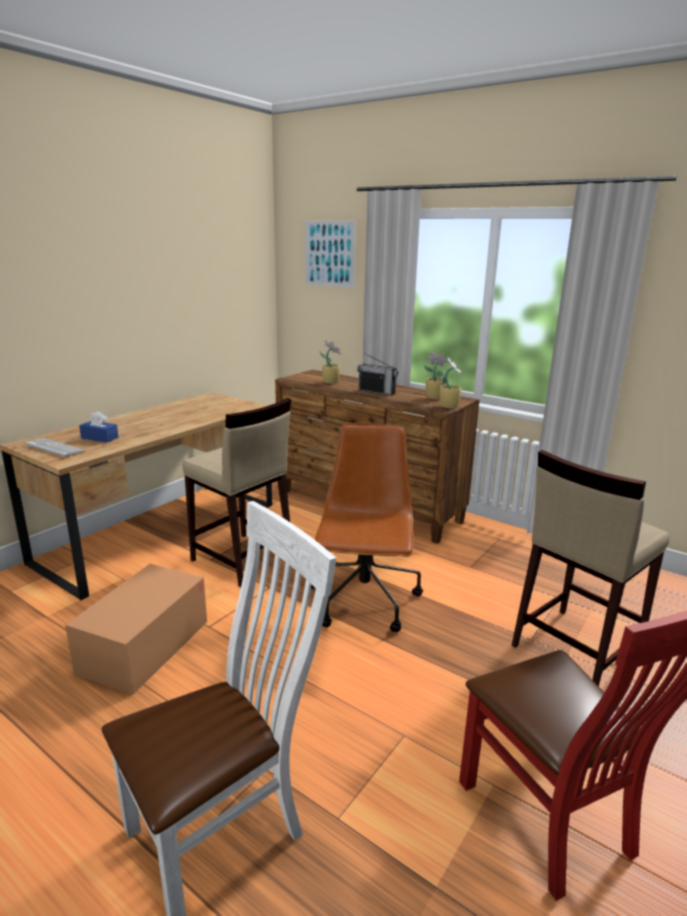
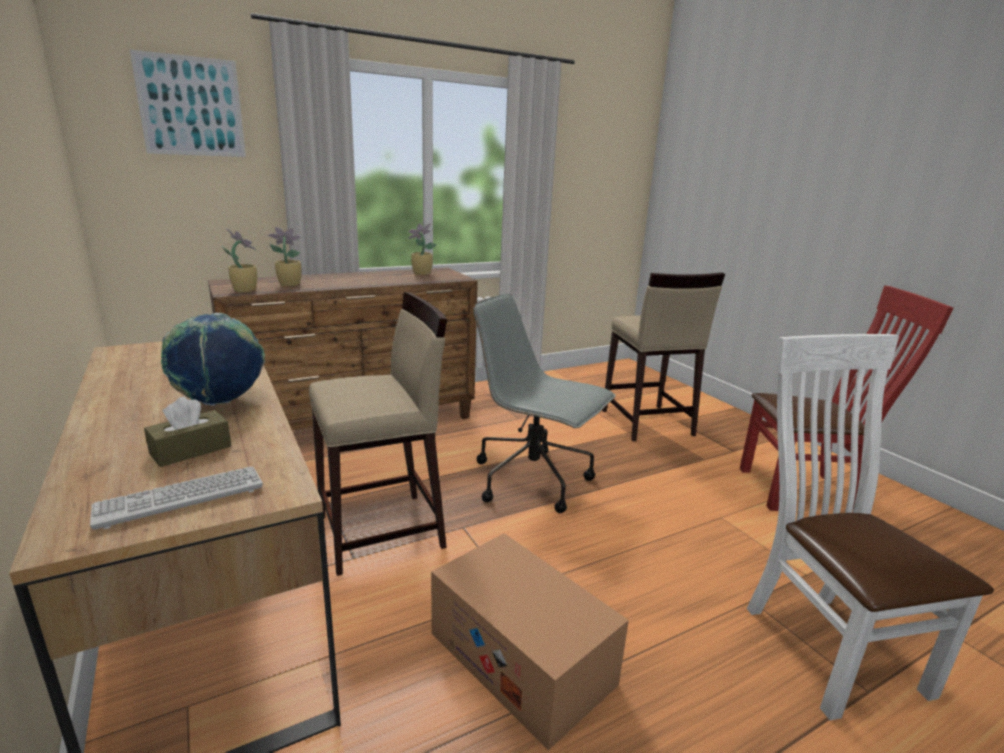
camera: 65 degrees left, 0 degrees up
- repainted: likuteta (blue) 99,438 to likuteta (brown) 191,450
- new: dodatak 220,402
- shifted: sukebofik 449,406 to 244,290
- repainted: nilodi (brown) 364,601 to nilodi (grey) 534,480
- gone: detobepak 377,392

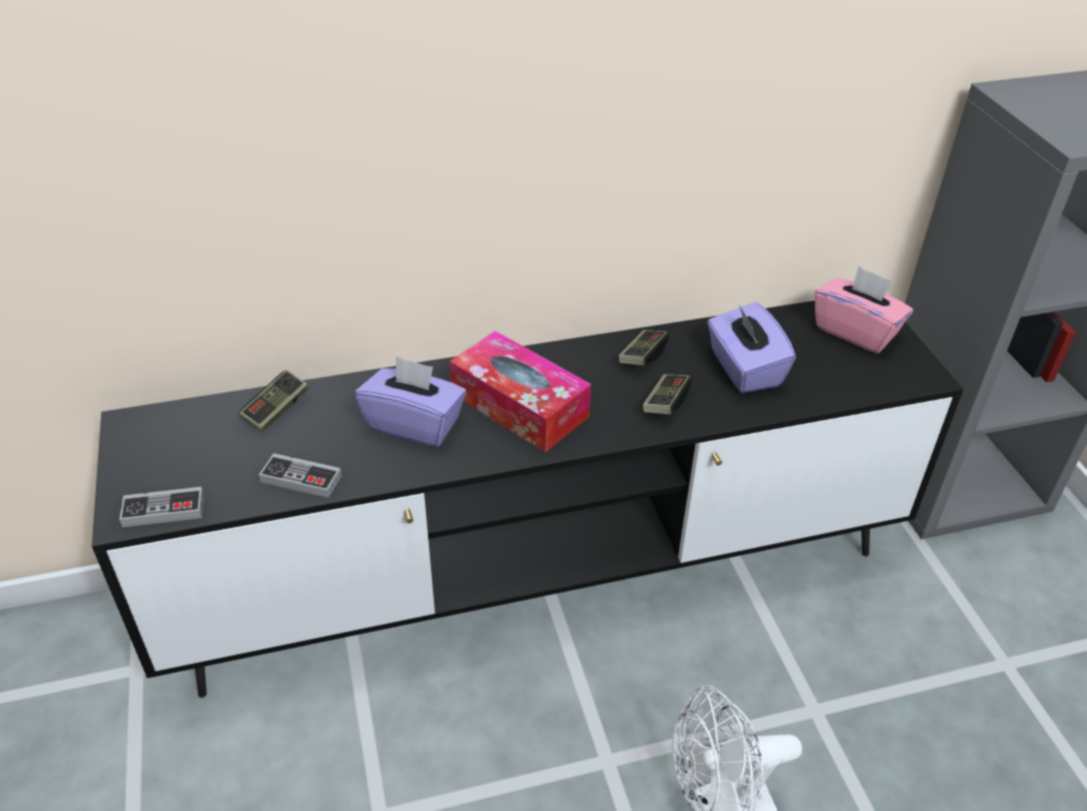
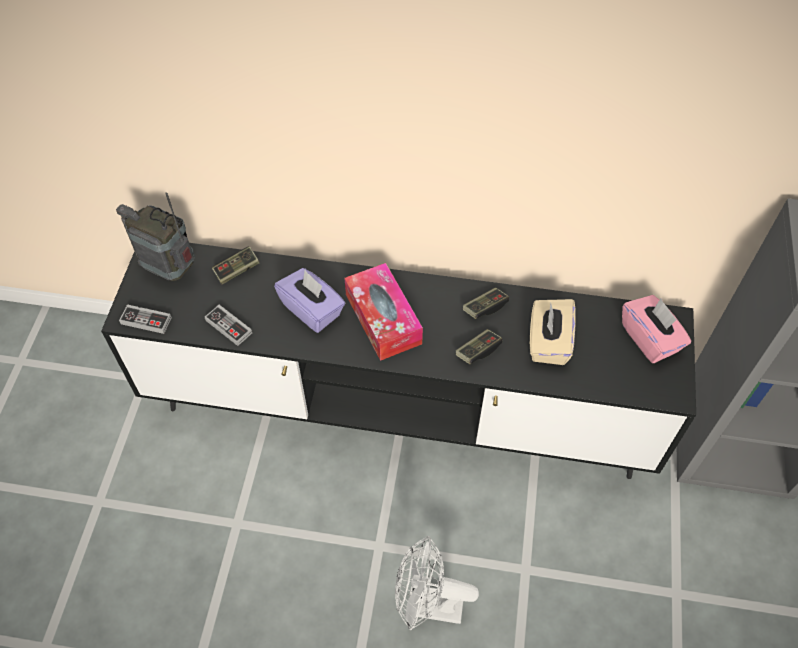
camera: 25 degrees right, 15 degrees up
- new: detobepak 171,270
- repainted: likuteta (purple) 744,369 to likuteta (beige) 548,342

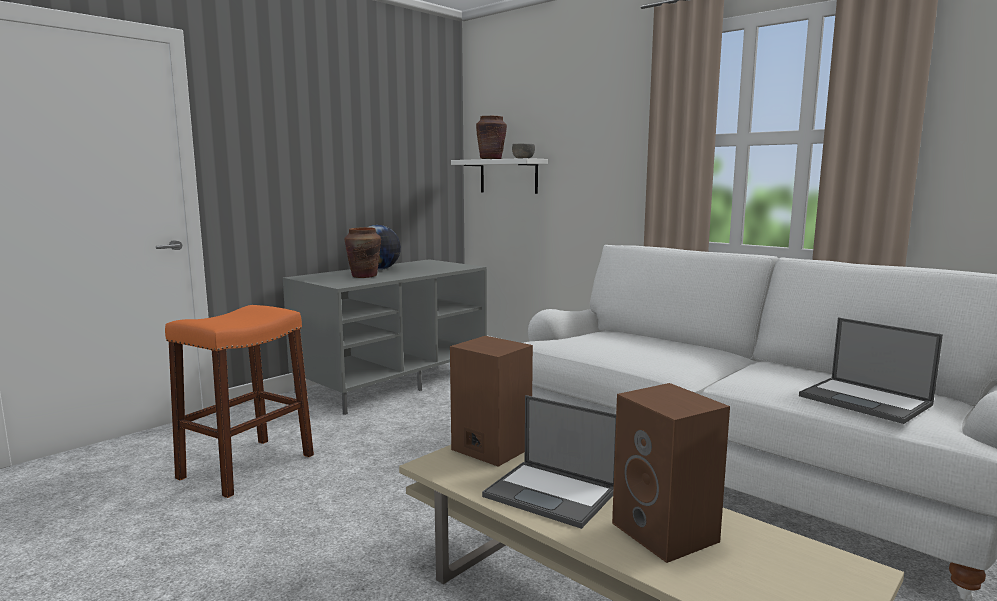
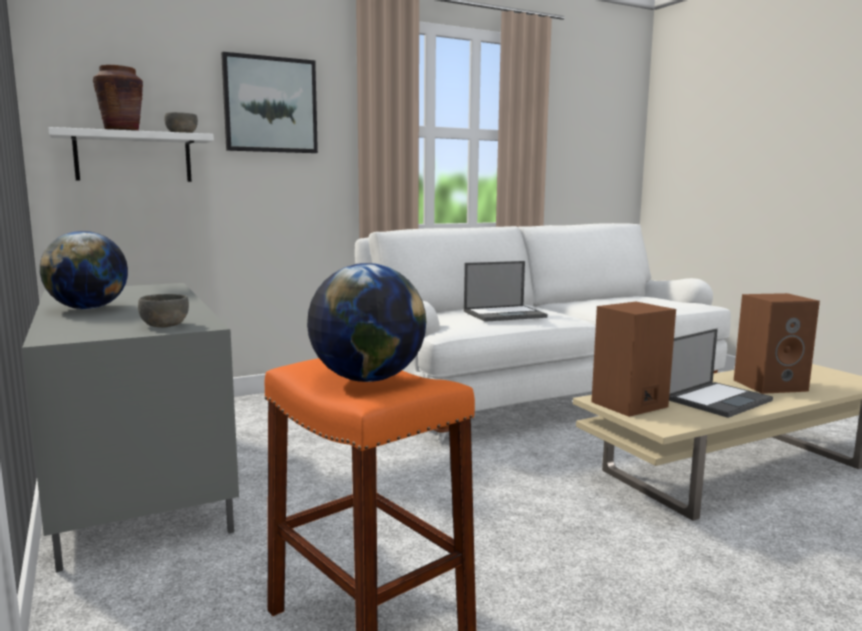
camera: 70 degrees left, 0 degrees up
- new: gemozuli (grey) 164,325
- new: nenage 270,105
- new: dodatak 367,379
- shifted: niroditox 866,401 to 505,314
- gone: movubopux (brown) 364,276

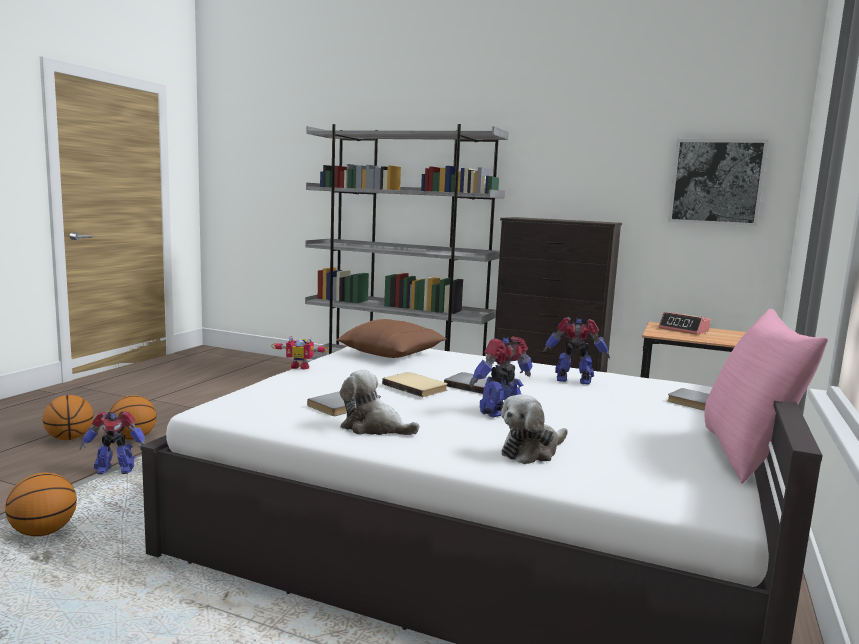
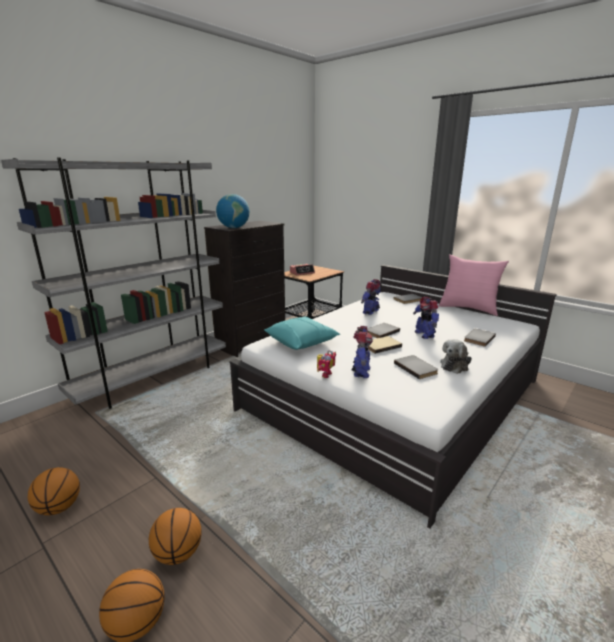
camera: 70 degrees left, 10 degrees up
- shifted: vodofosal 43,532 to 59,508
- new: dodatak 234,228
- repainted: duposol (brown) 392,354 to duposol (turquoise) 301,342
- shifted: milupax 115,470 to 361,372
- swapped: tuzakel 532,451 to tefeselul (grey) 478,338
- gone: nenage 716,182

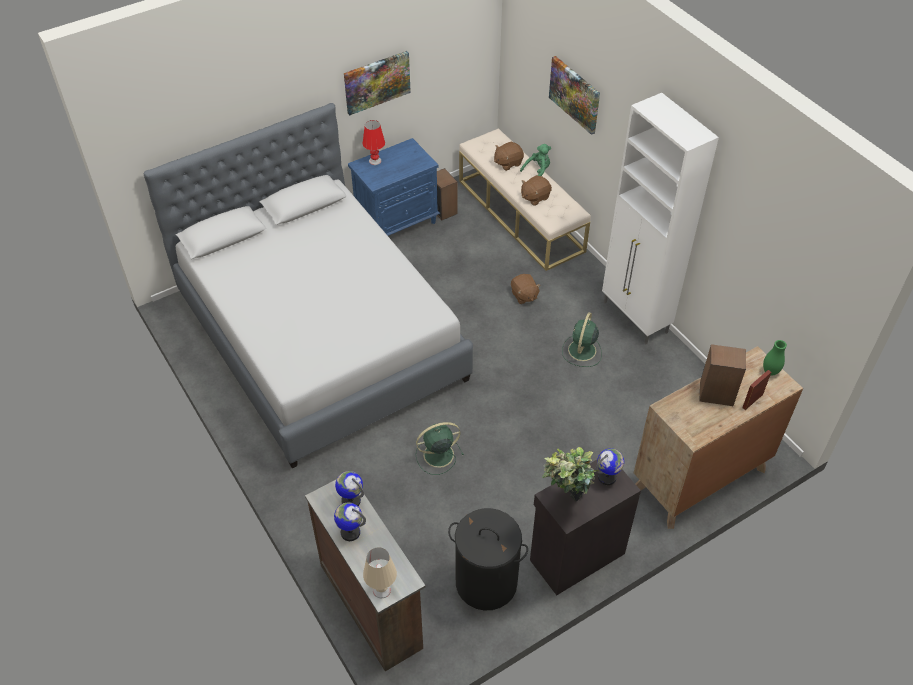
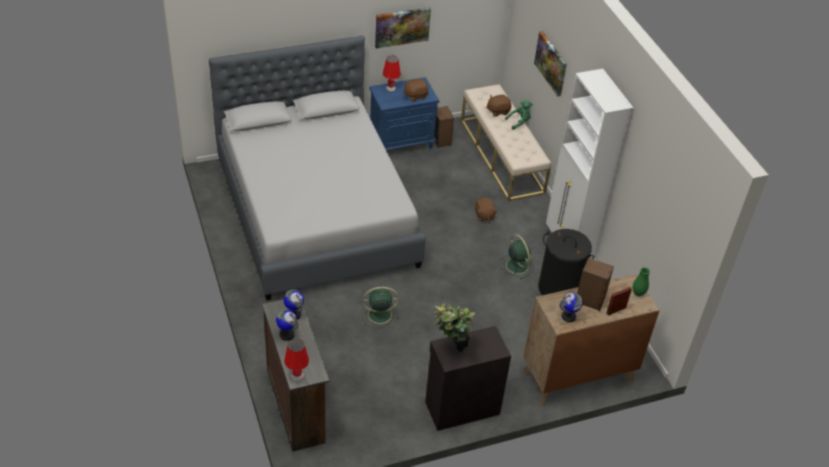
camera: 10 degrees right, 5 degrees down
- repainted: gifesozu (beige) 381,590 to gifesozu (red) 297,376
- shifted: tuzakel (brown) 535,197 to 415,96
- rotated: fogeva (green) 581,351 = 516,265 120 degrees clockwise
- shifted: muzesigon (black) 486,582 to 559,288
- shifted: dodatak 607,477 to 568,316

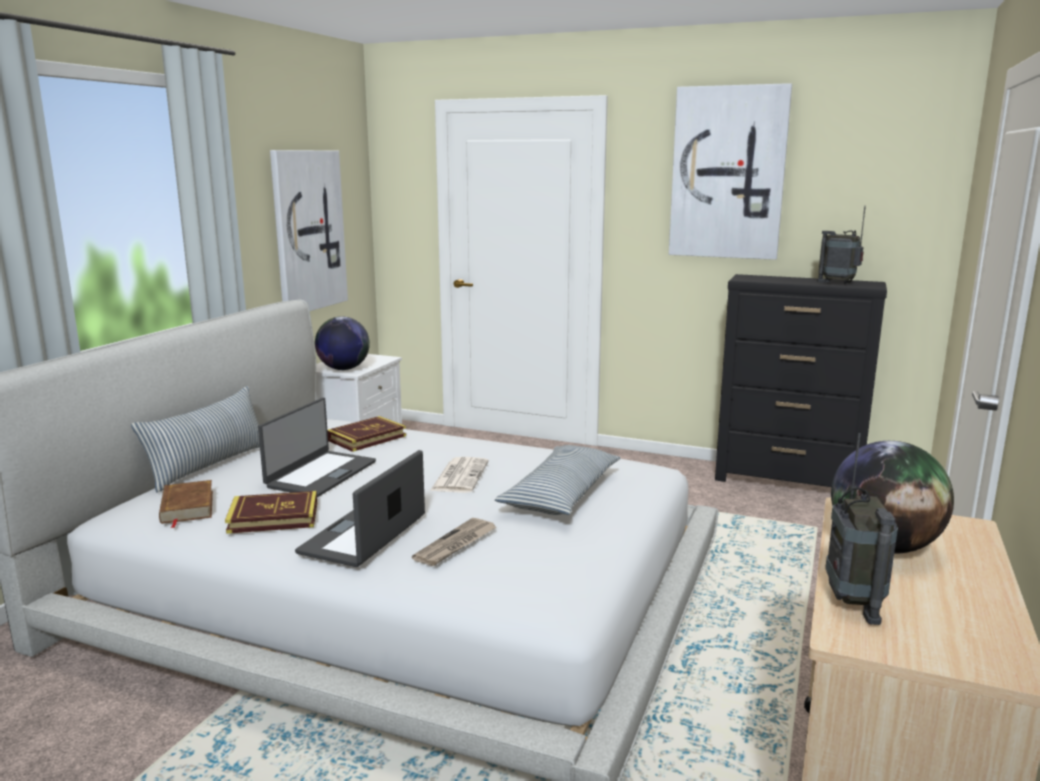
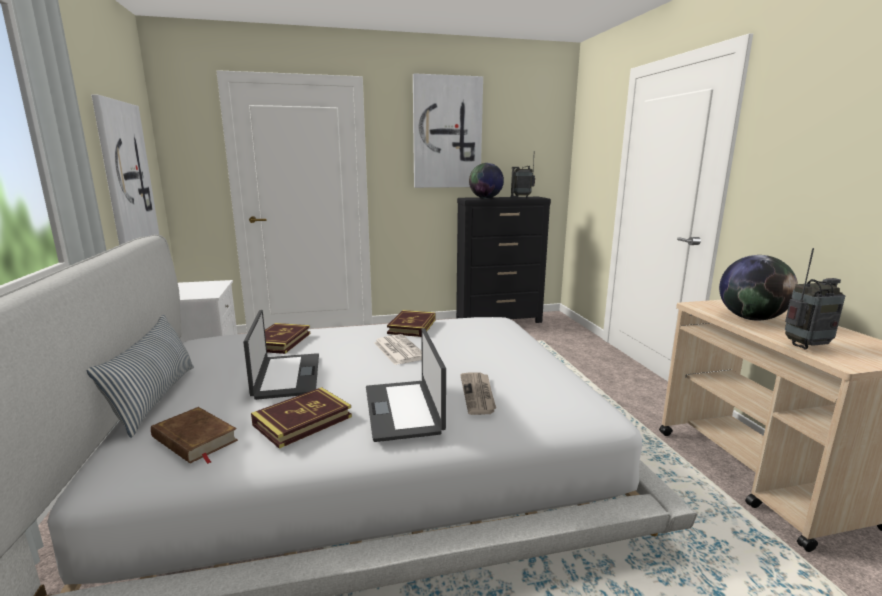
camera: 35 degrees left, 0 degrees up
- new: tefeselul 412,326
- shifted: dodatak 343,369 to 485,198
- rotated: detobepak 853,602 = 806,346 75 degrees counterclockwise
- gone: duposol 561,494

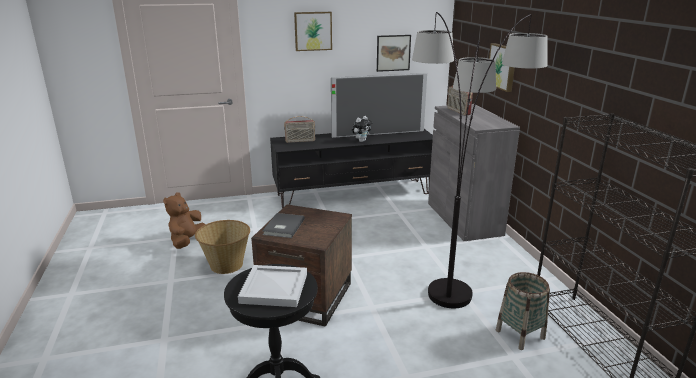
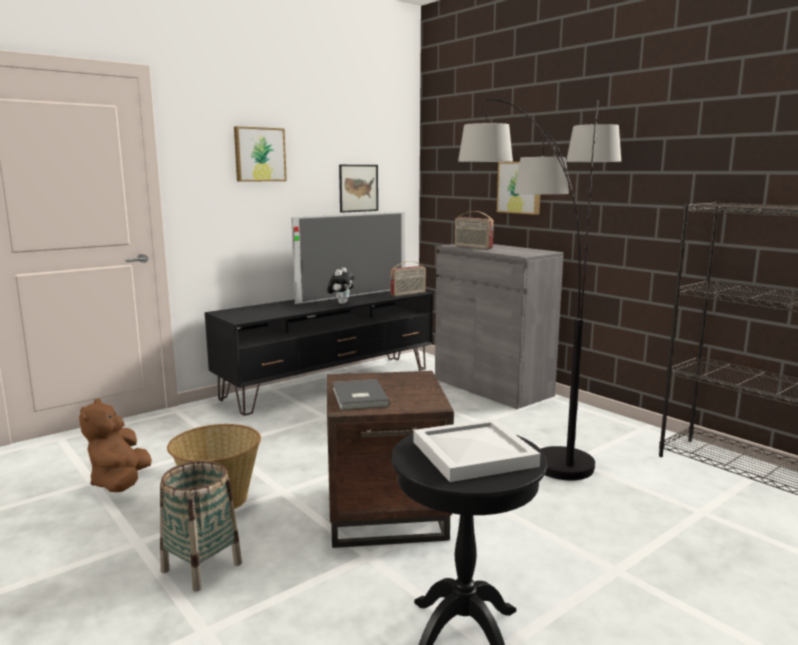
camera: 25 degrees left, 10 degrees down
- shifted: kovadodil 520,334 to 202,567
- shifted: detobepak 300,141 to 408,294

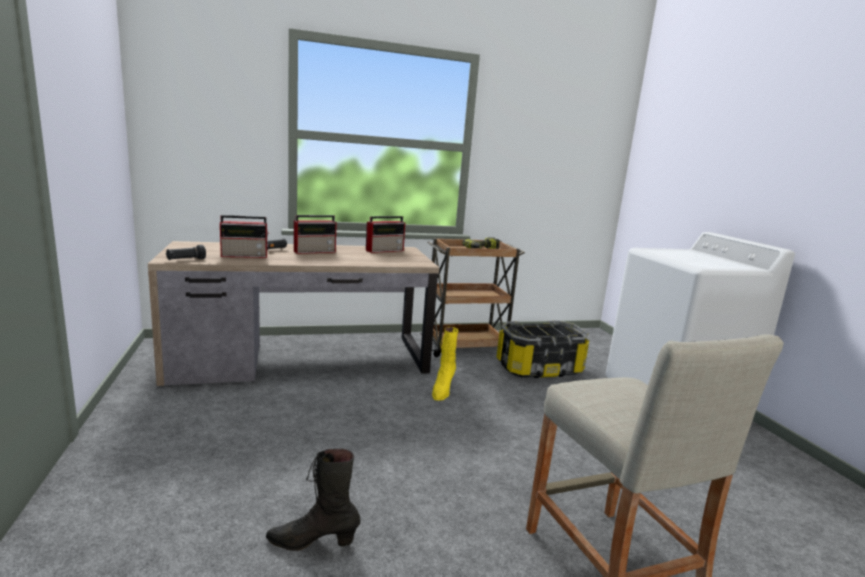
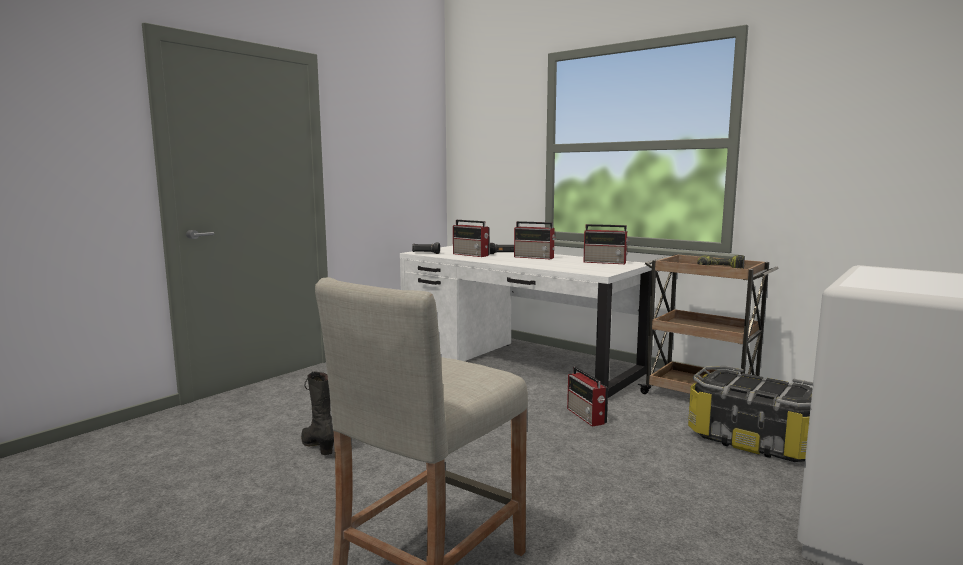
camera: 55 degrees right, 5 degrees down
- repainted: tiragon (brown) 301,359 to tiragon (white) 517,362
- swapped: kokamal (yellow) 442,390 to detobepak 586,416

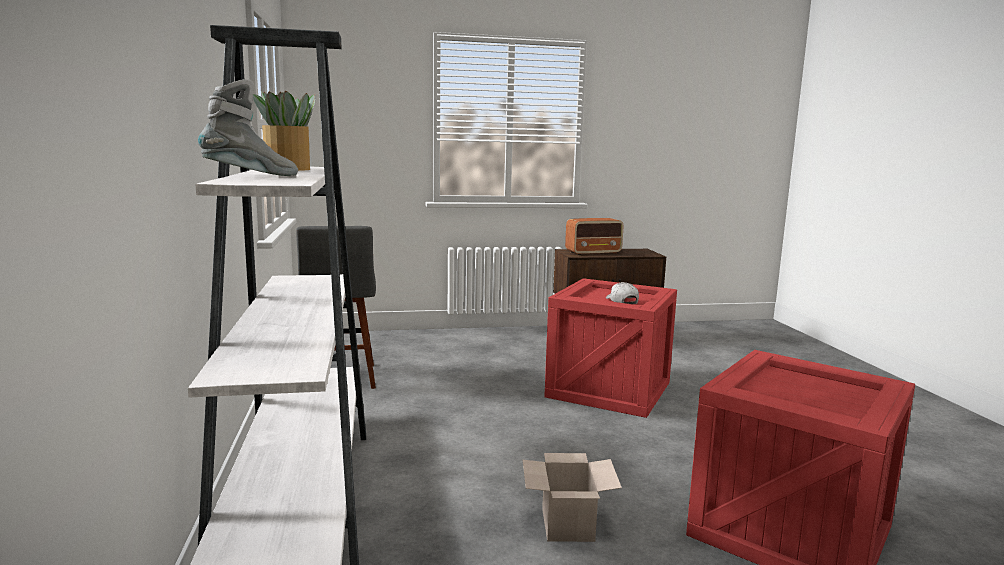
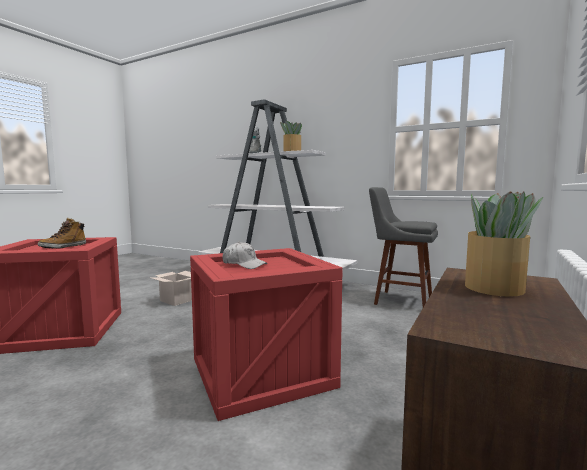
camera: 130 degrees right, 5 degrees down
- new: kokamal 63,247
- swapped: detobepak 594,253 to sukebofik 494,287

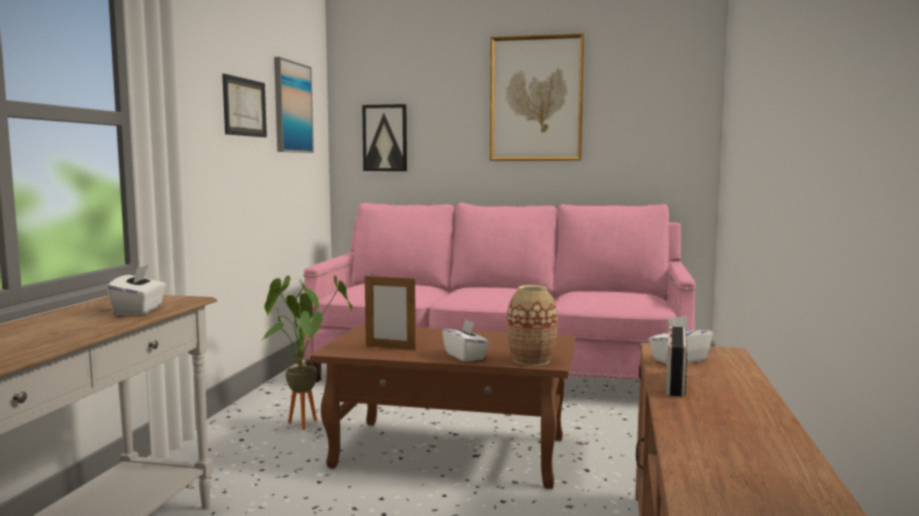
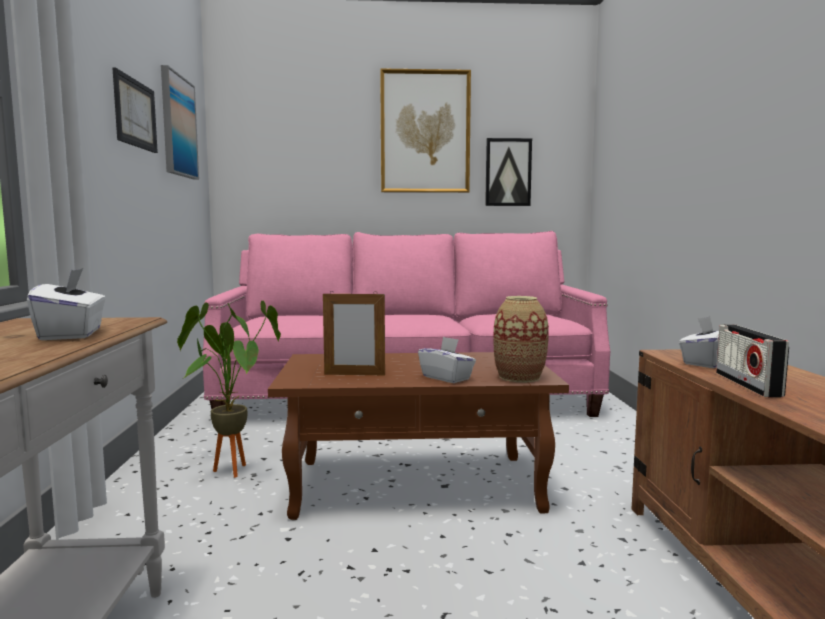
camera: 15 degrees left, 0 degrees up
- shifted: nenage 385,138 to 508,172

